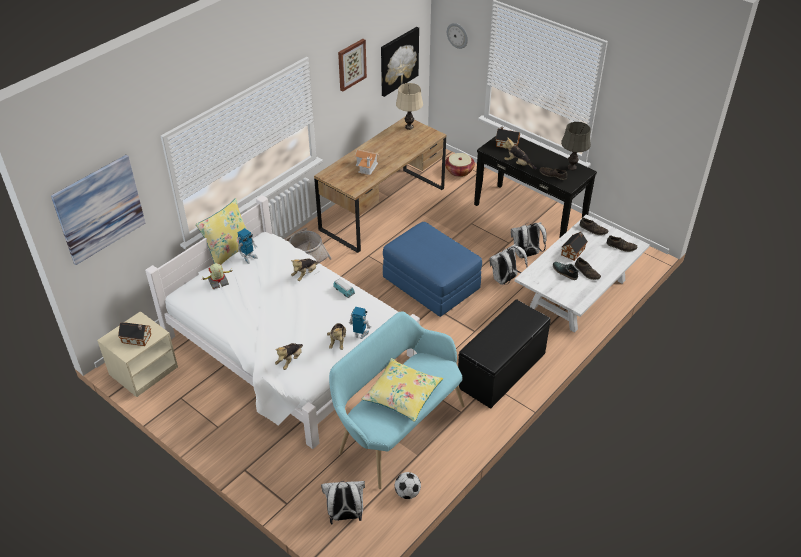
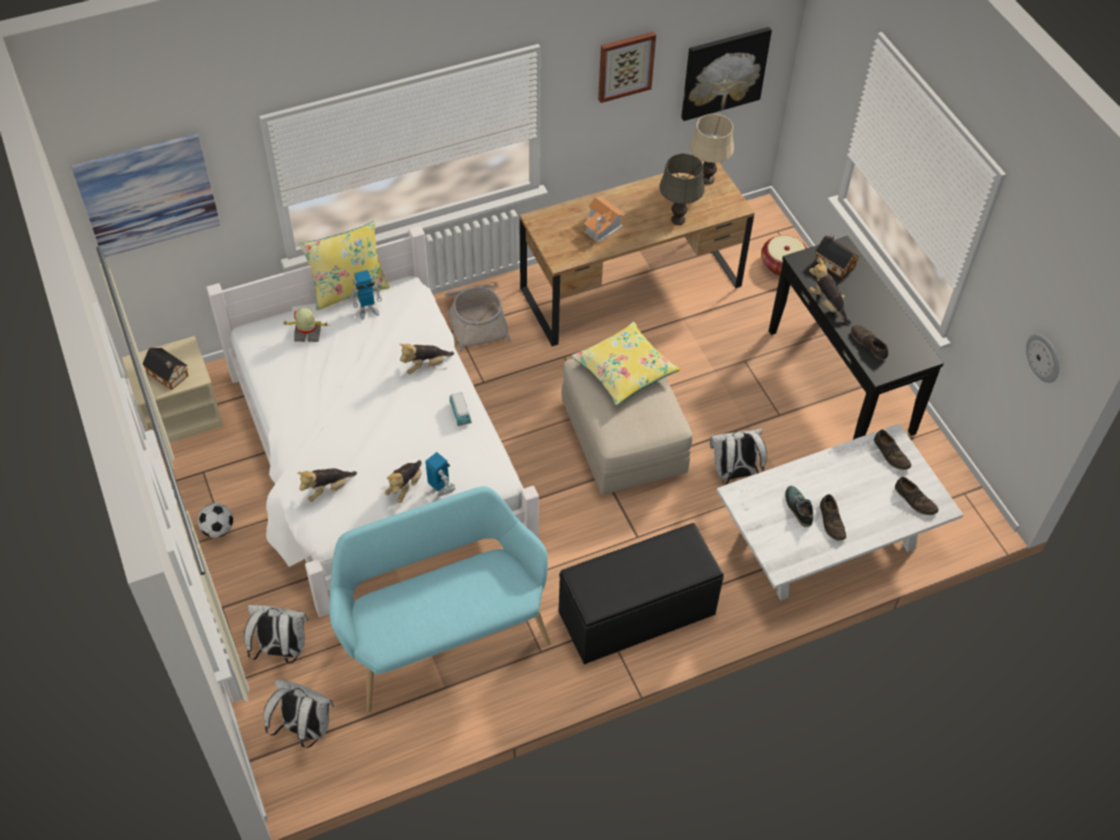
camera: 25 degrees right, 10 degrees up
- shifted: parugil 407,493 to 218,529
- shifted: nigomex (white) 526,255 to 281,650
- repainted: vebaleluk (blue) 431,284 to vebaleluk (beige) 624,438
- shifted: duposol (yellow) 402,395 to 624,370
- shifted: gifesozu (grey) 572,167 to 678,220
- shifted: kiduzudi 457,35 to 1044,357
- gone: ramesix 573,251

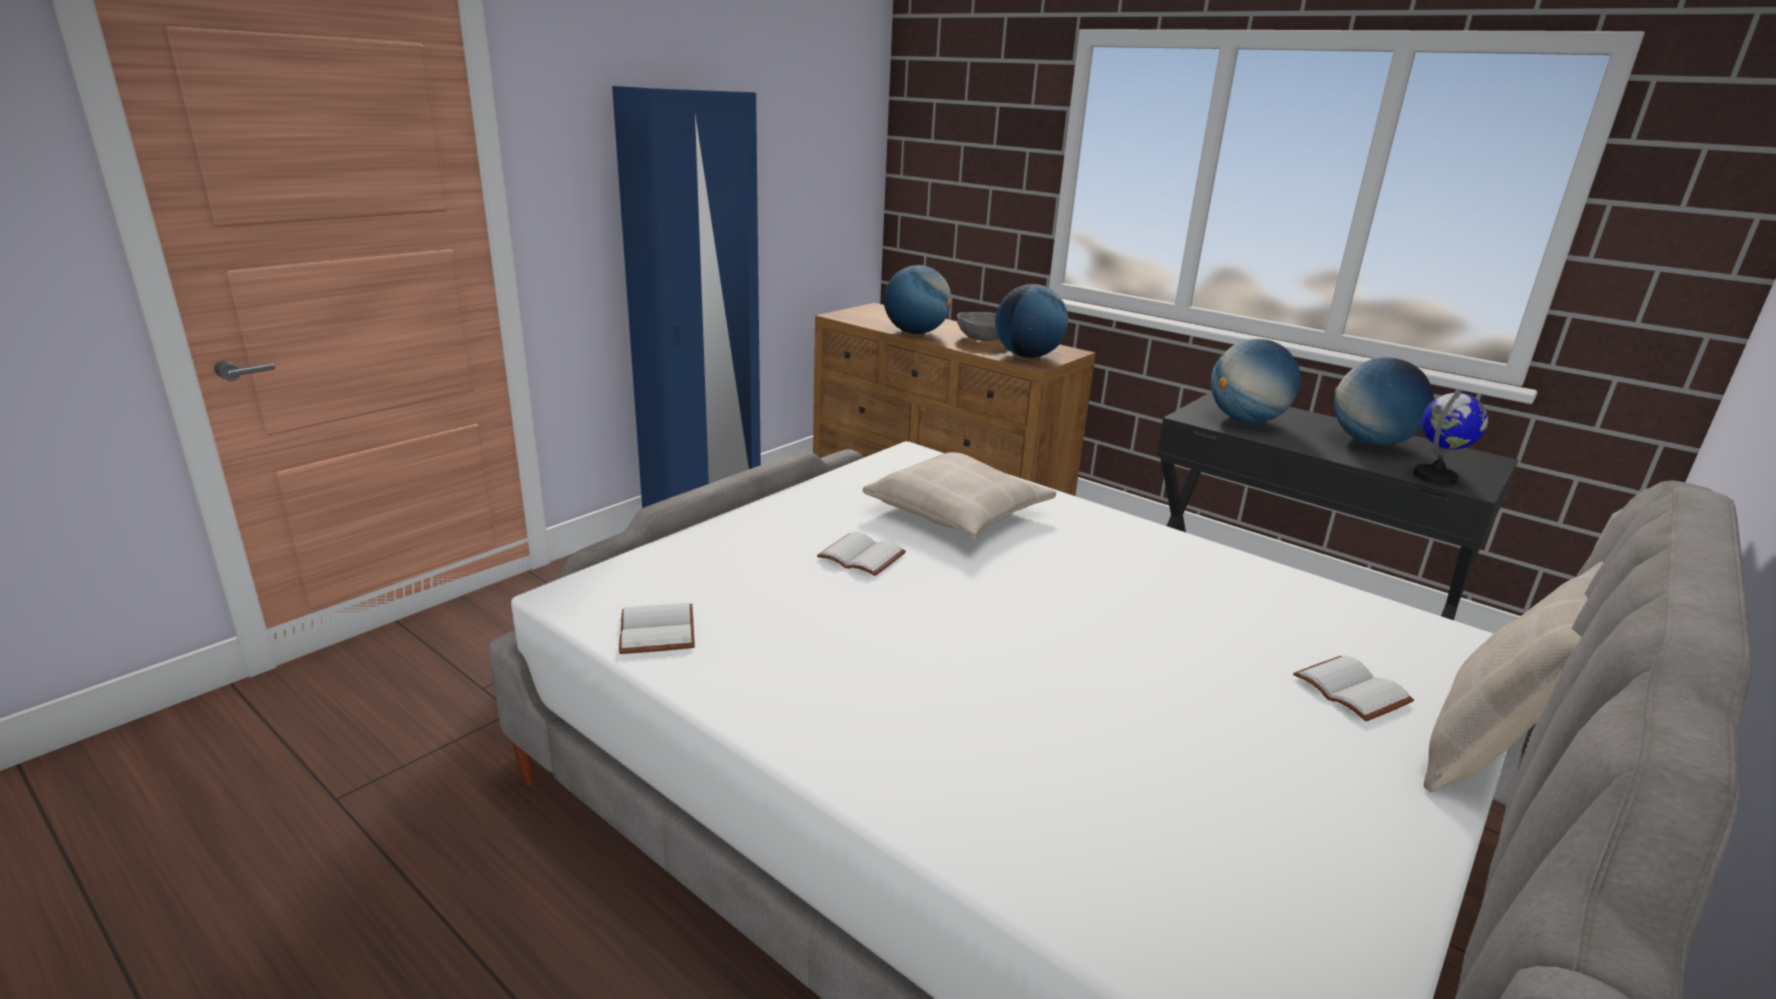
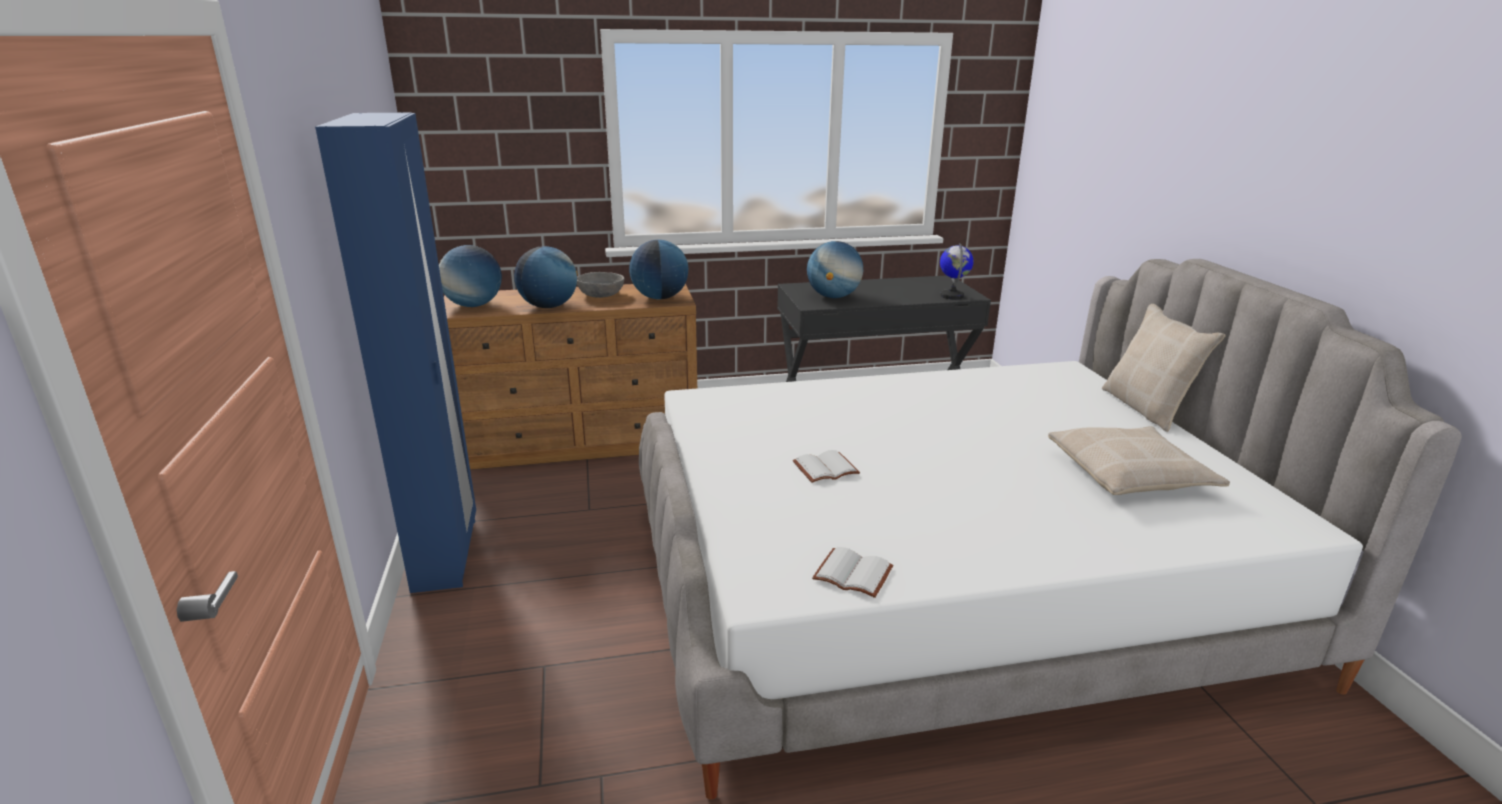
camera: 50 degrees left, 0 degrees up
- shifted: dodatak 1371,442 to 473,305
- shifted: duposol (beige) 958,512 to 1130,474
- gone: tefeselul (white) 1354,690

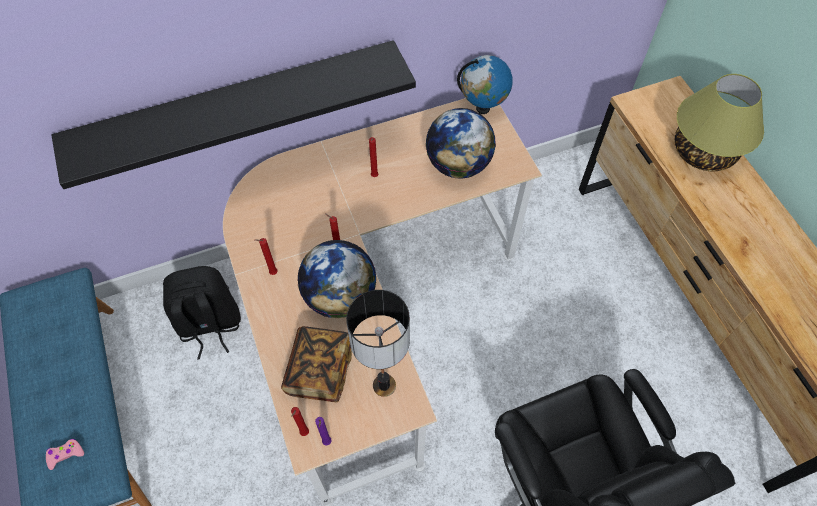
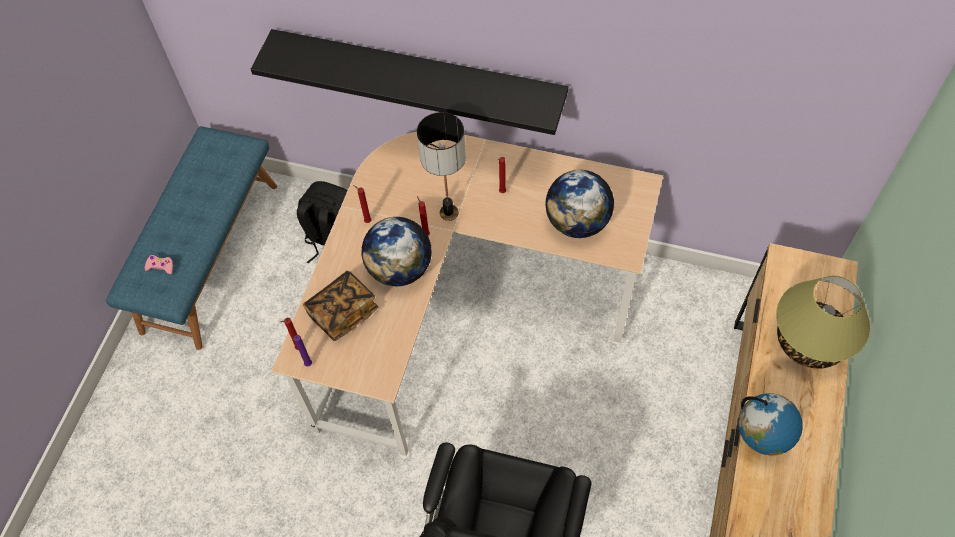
camera: 40 degrees right, 0 degrees up
- shifted: gifesozu 383,385 to 448,212
- shifted: dodatak 482,108 to 759,440

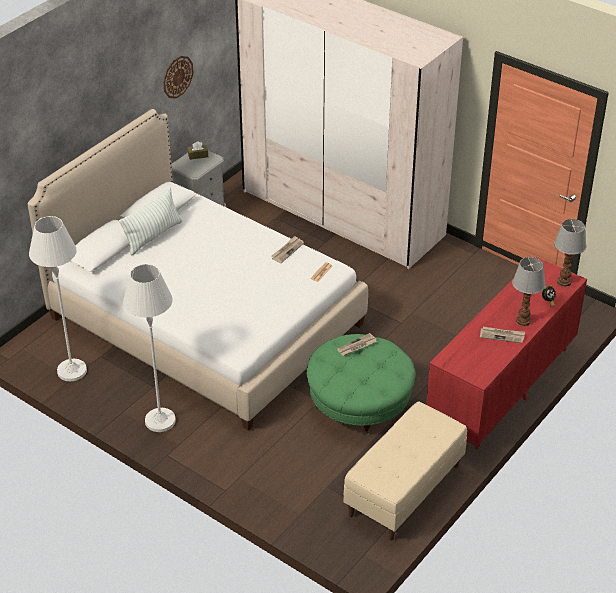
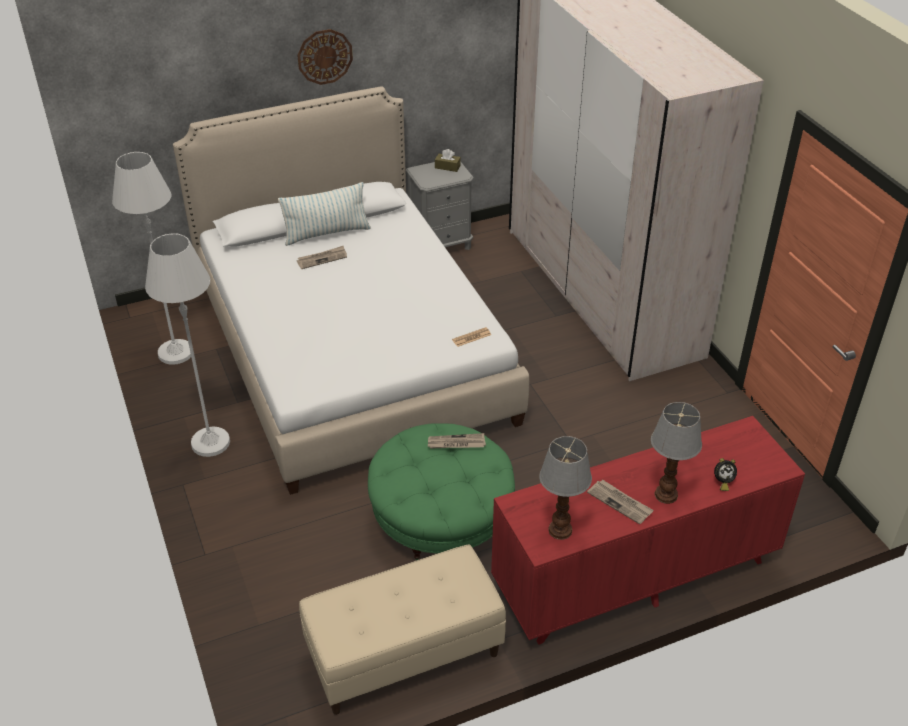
camera: 30 degrees right, 0 degrees up
- shifted: kiduzudi 177,77 to 325,56
- shifted: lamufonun 287,250 to 322,259
- shifted: gifesozu 563,281 to 560,529

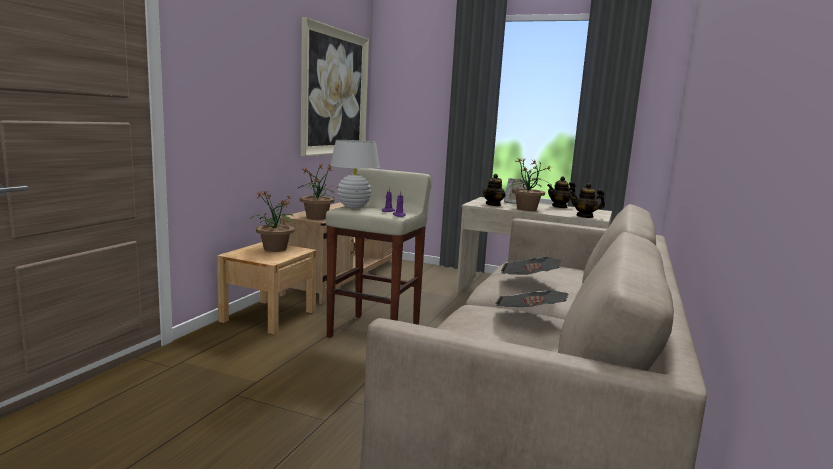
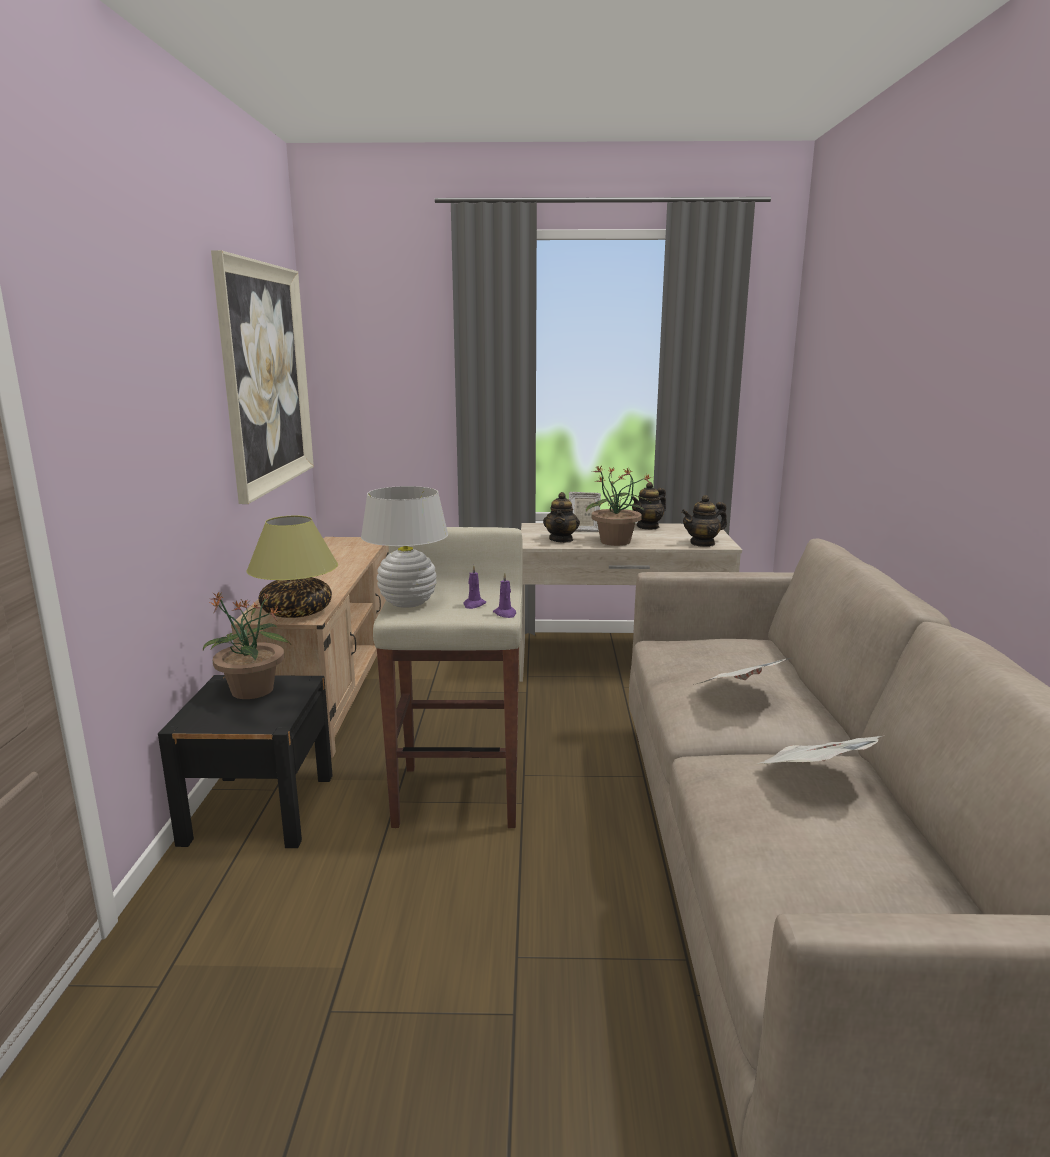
camera: 20 degrees left, 5 degrees up
- repainted: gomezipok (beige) 268,316 to gomezipok (black) 259,808
- swapped: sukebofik 317,217 to gifesozu 297,612

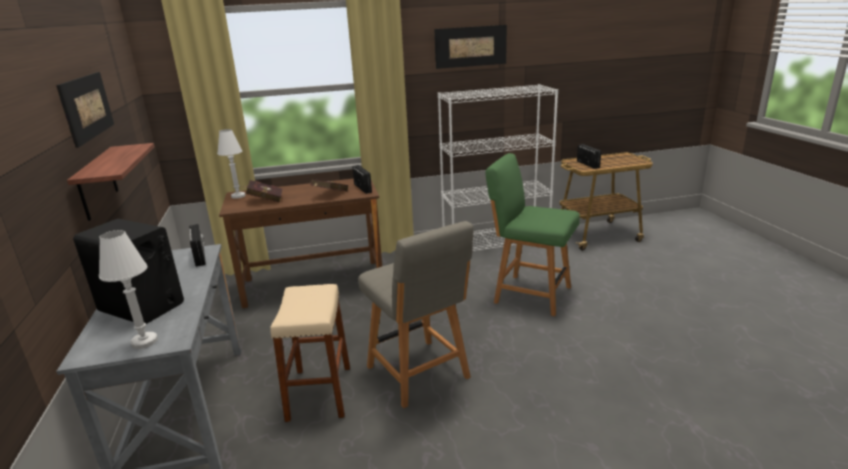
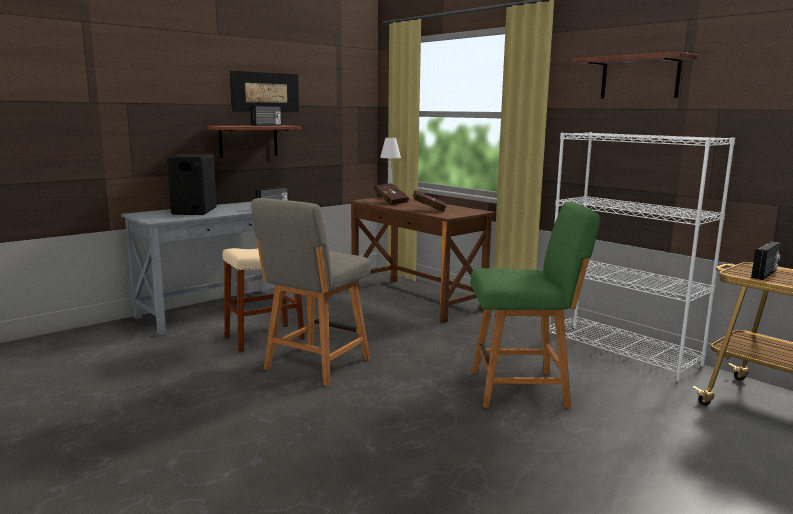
camera: 60 degrees right, 10 degrees down
- shifted: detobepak 363,188 to 267,125
- rotated: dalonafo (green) 529,294 = 522,388 90 degrees clockwise
- swapped: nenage 470,46 to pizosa 639,78
- gone: gifesozu (white) 144,342

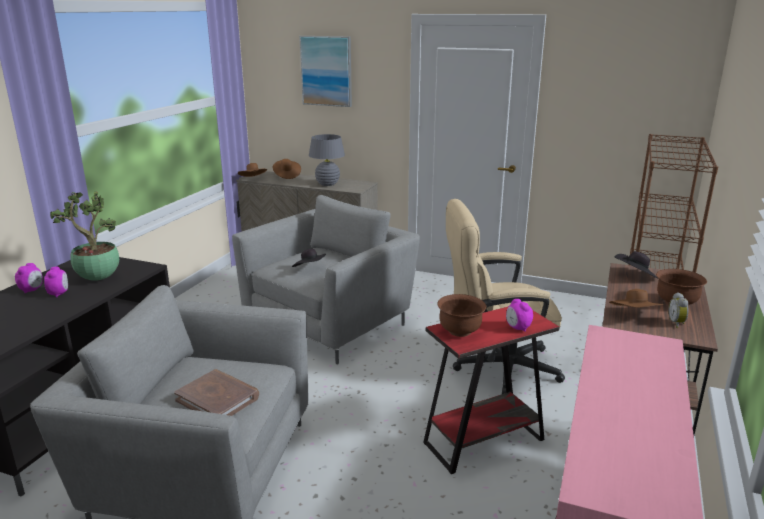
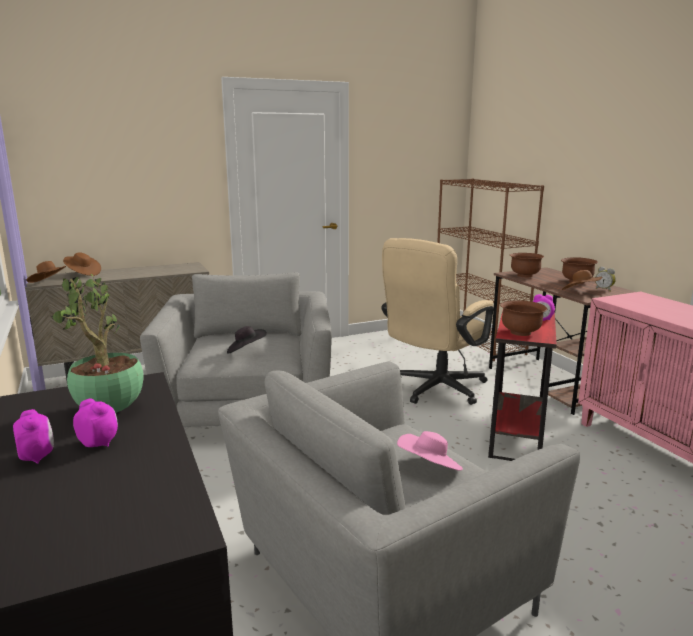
camera: 45 degrees left, 5 degrees down
- swapped: tefeselul (brown) 218,399 to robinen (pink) 429,468
- swapped: robinen (black) 635,276 to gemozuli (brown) 524,275
- gone: nenage 326,71
- gone: gifesozu (grey) 327,184

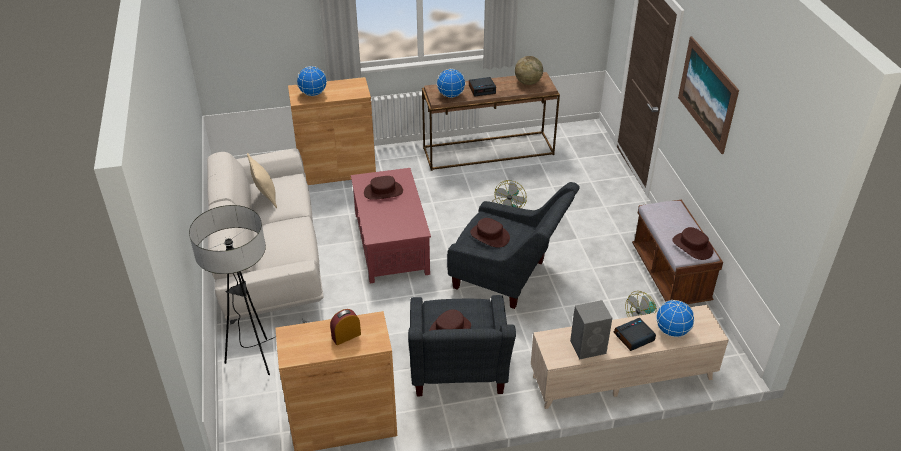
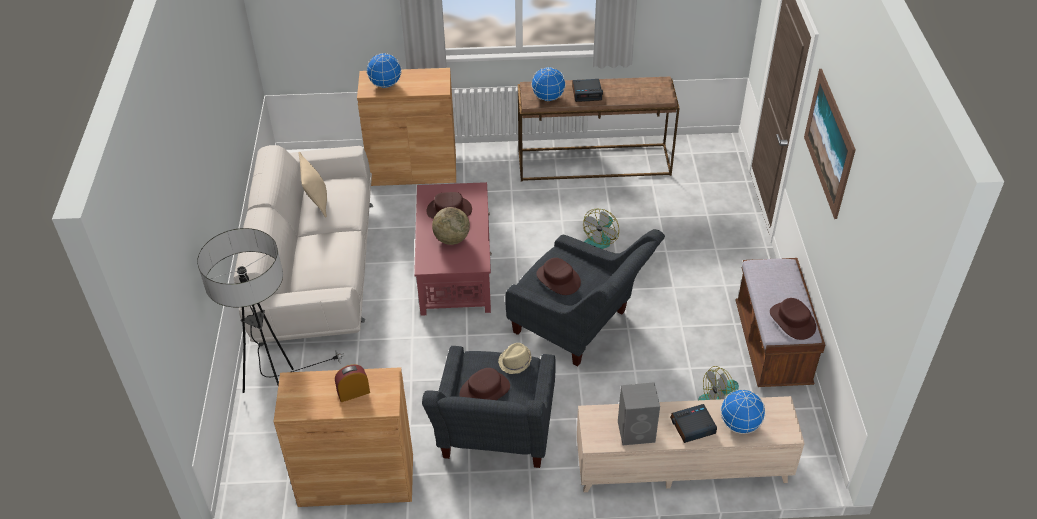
camera: 10 degrees right, 5 degrees up
- shifted: dodatak 528,82 to 451,239
- new: robinen (beige) 515,362

